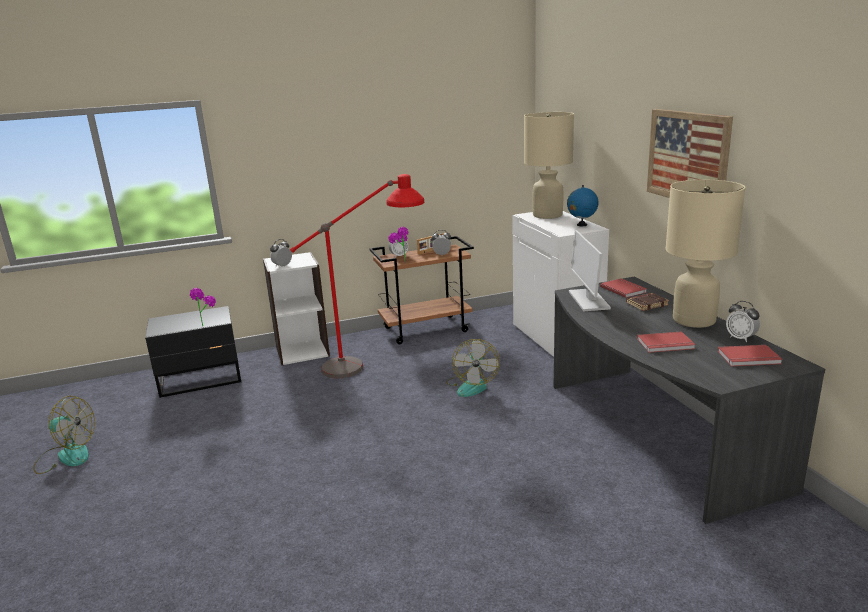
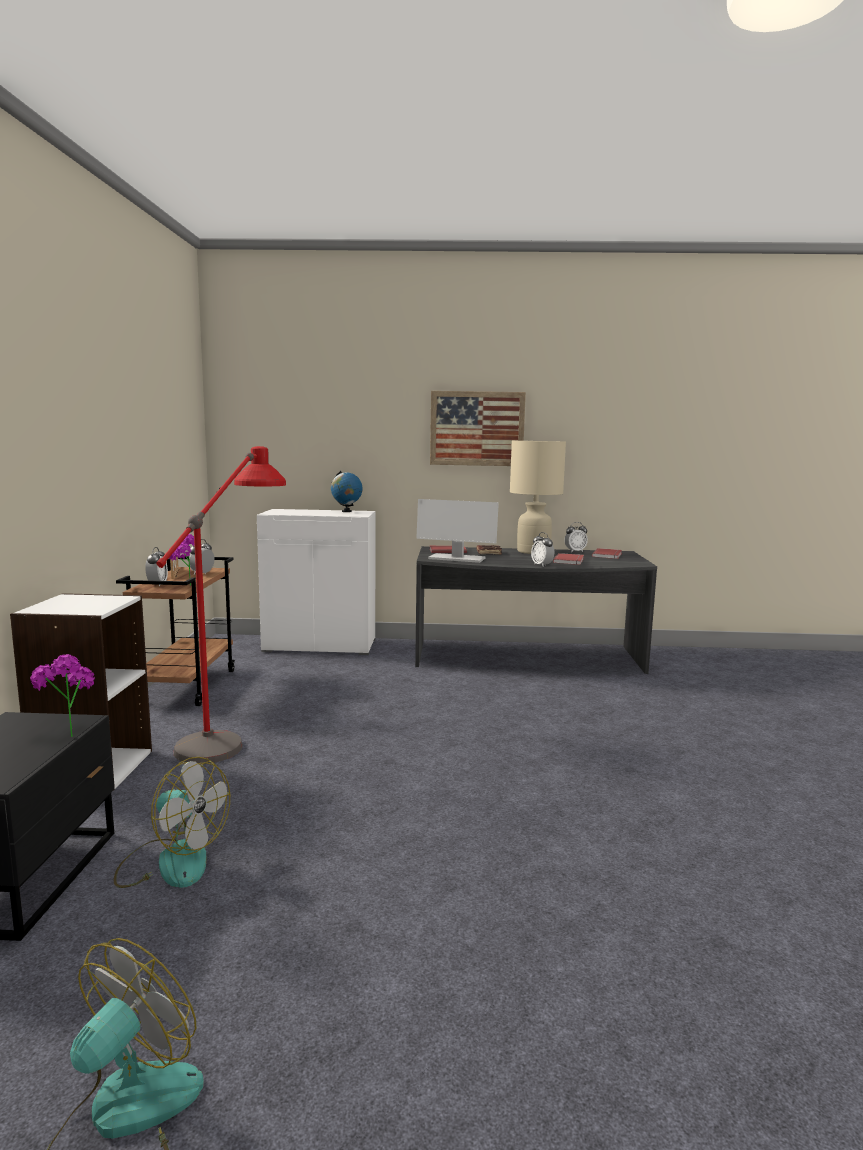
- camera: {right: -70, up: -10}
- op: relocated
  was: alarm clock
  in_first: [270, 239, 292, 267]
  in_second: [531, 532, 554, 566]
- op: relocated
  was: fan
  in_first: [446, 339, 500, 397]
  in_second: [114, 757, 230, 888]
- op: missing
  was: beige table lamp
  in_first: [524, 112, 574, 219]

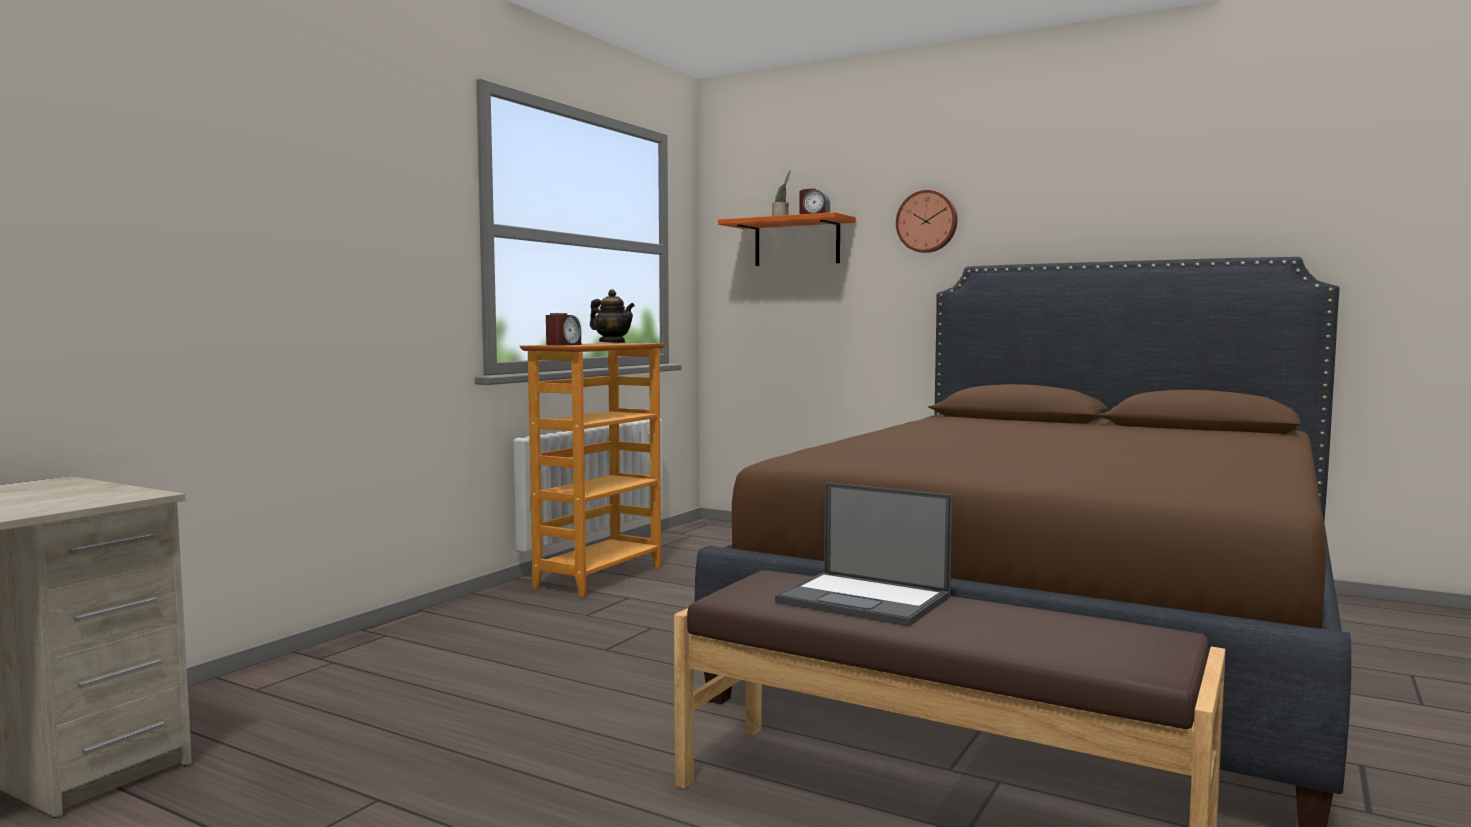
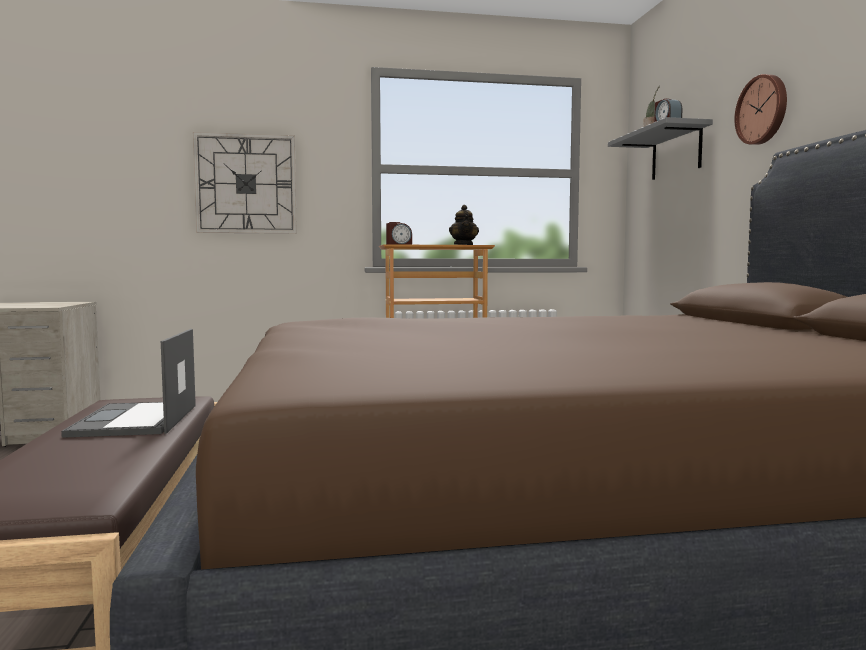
- camera: {right: 50, up: 0}
- op: colour
  was: orange shelf
  now: grey shelf
  in_first: [718, 212, 856, 266]
  in_second: [608, 117, 713, 180]
- op: appeared
  now: wall clock
  in_second: [193, 132, 297, 234]

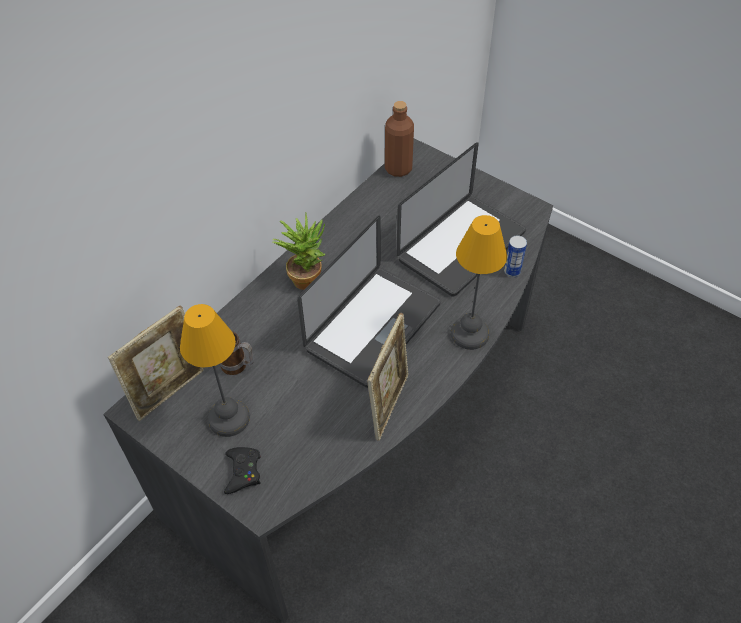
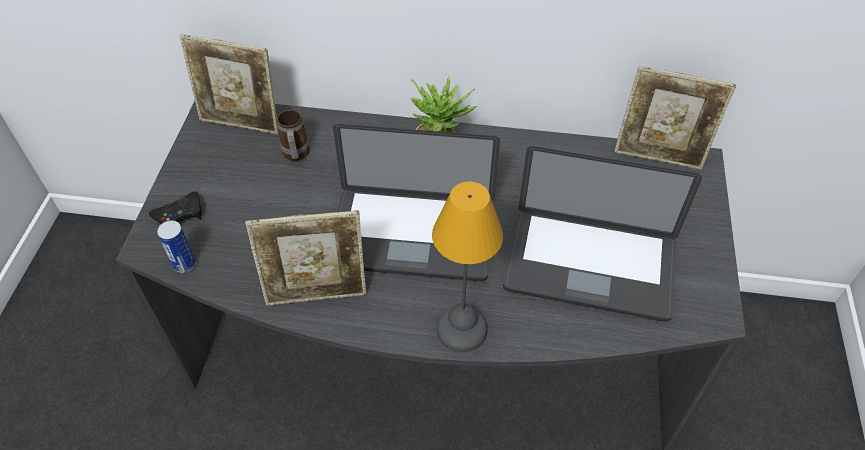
- camera: {right: 60, up: 0}
- op: missing
  was: table lamp
  in_first: [180, 304, 250, 437]
- op: exchanged
  was: brown bottle
  now: picture frame
  in_first: [385, 101, 414, 177]
  in_second: [614, 66, 736, 170]
- op: relocated
  was: can
  in_first: [504, 235, 527, 277]
  in_second: [157, 220, 196, 273]

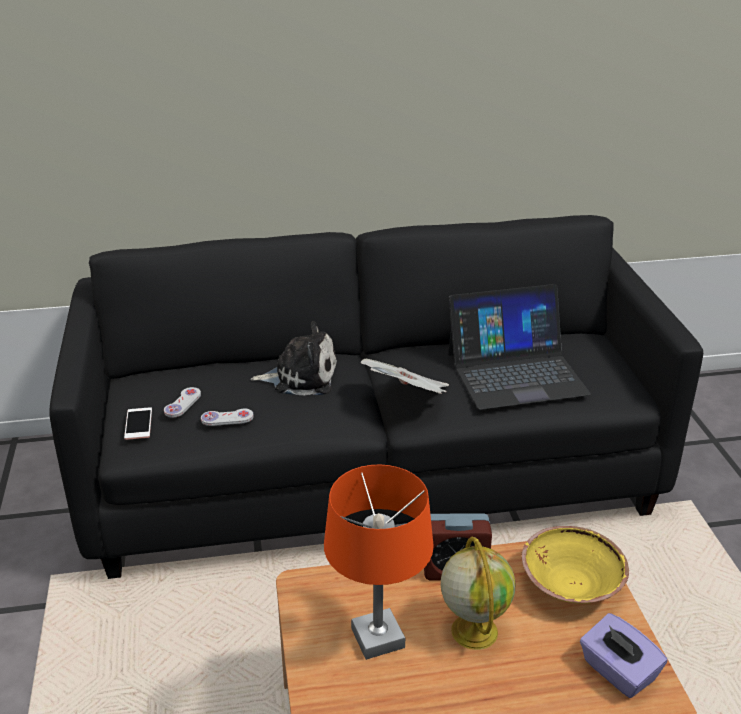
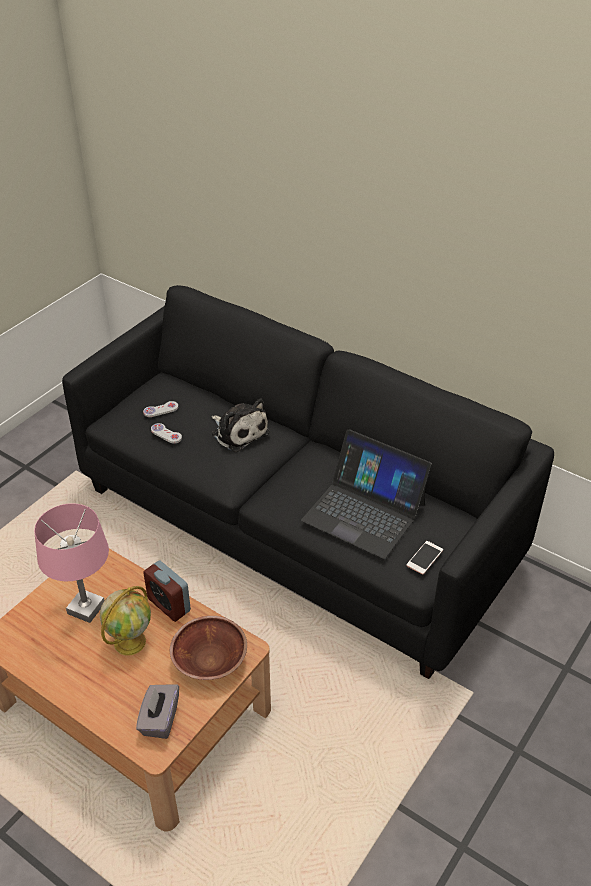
- camera: {right: 45, up: 10}
- op: relocated
  was: phone
  in_first: [124, 407, 152, 440]
  in_second: [406, 541, 443, 575]
- op: colour
  was: orange table lamp
  now: pink table lamp
  in_first: [324, 465, 434, 660]
  in_second: [34, 503, 109, 623]
- op: missing
  was: newspaper
  in_first: [361, 359, 449, 394]
- op: colour
  was: yellow bowl
  now: brown bowl
  in_first: [522, 526, 629, 604]
  in_second: [170, 616, 247, 680]
- op: colour
  was: purple tissue box
  now: grey tissue box
  in_first: [580, 613, 667, 698]
  in_second: [136, 684, 179, 739]

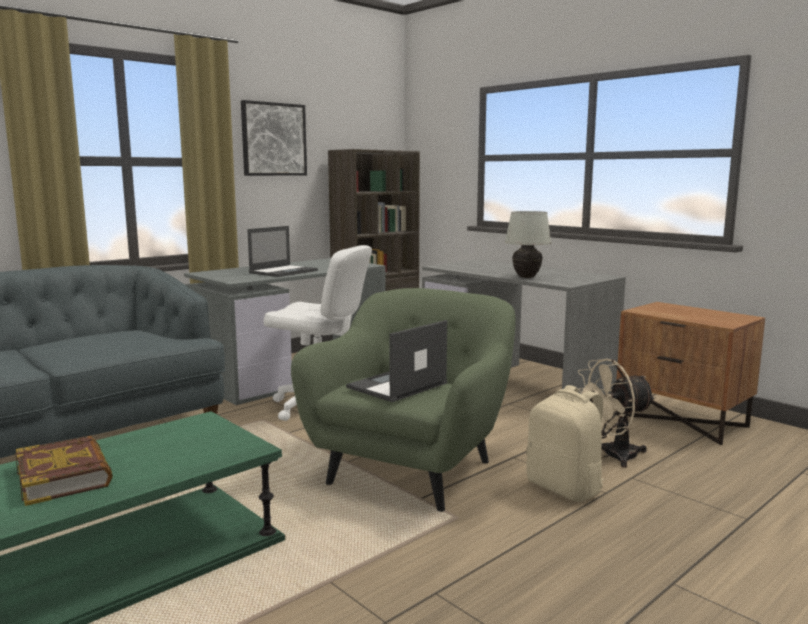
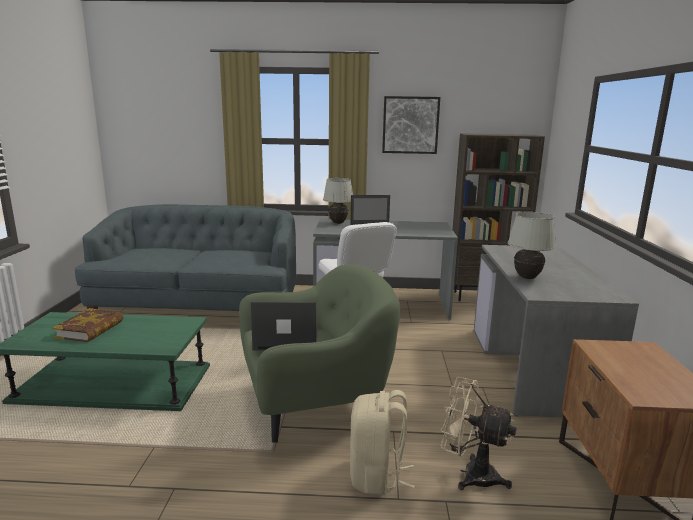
- camera: {right: 45, up: 5}
- op: appeared
  now: white table lamp
  in_second: [323, 178, 353, 224]

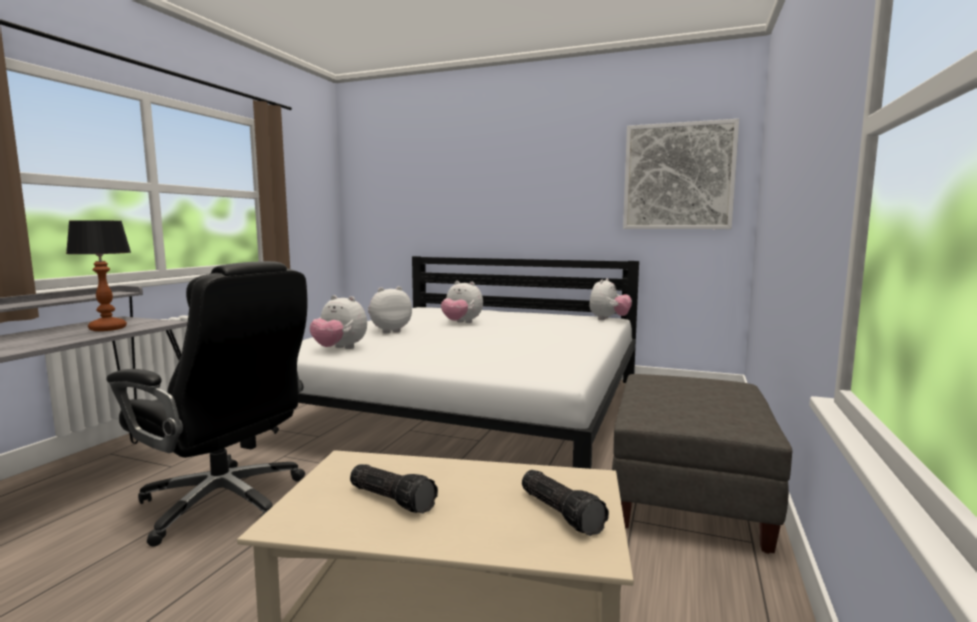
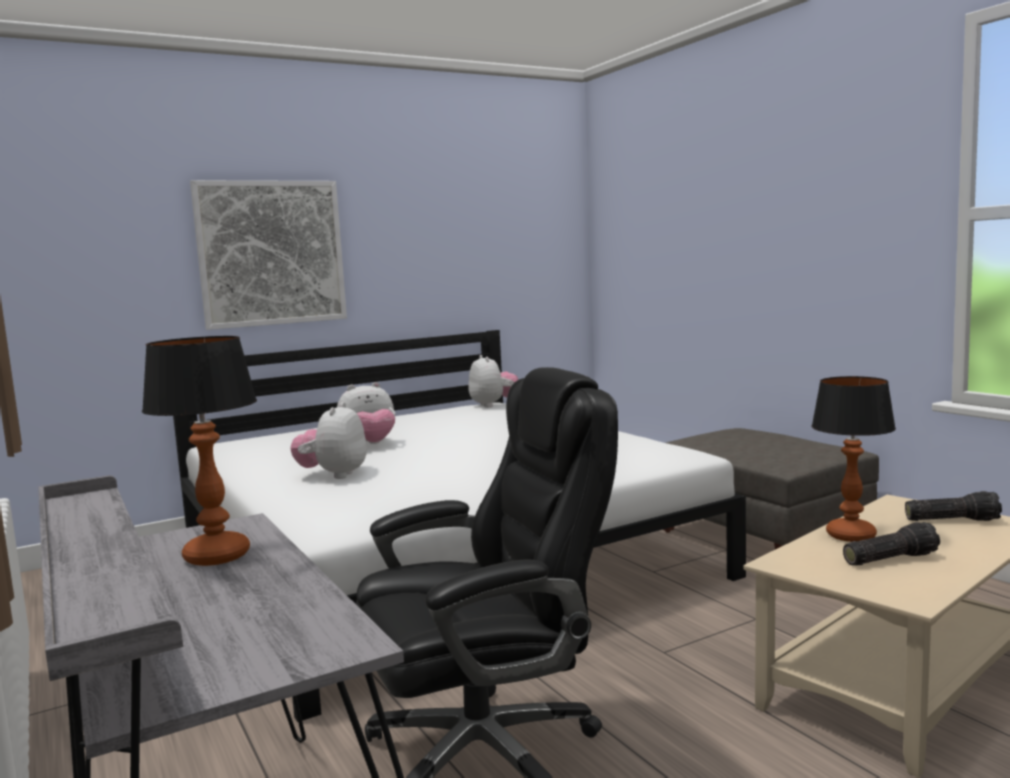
- camera: {right: -50, up: 0}
- op: missing
  was: plush toy
  in_first: [310, 295, 367, 349]
- op: relocated
  was: picture
  in_first: [623, 119, 739, 229]
  in_second: [190, 180, 347, 330]
- op: appeared
  now: table lamp
  in_second: [812, 376, 896, 542]

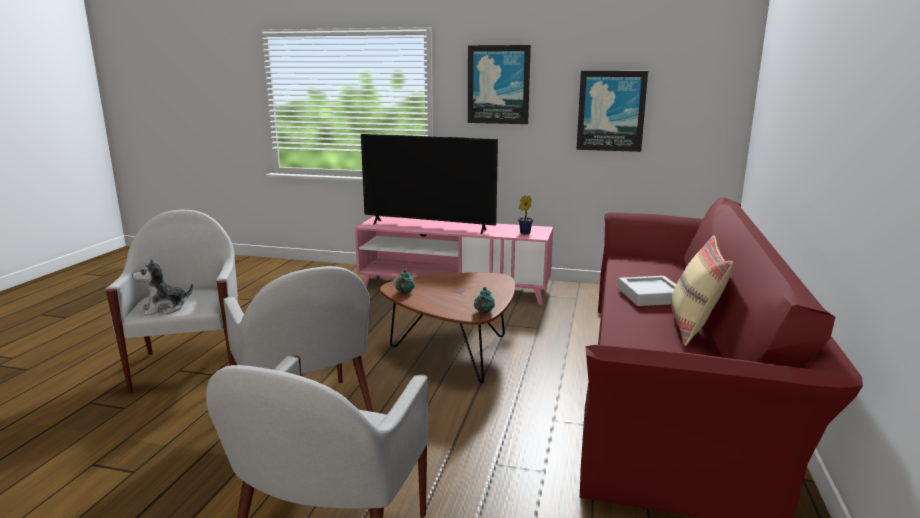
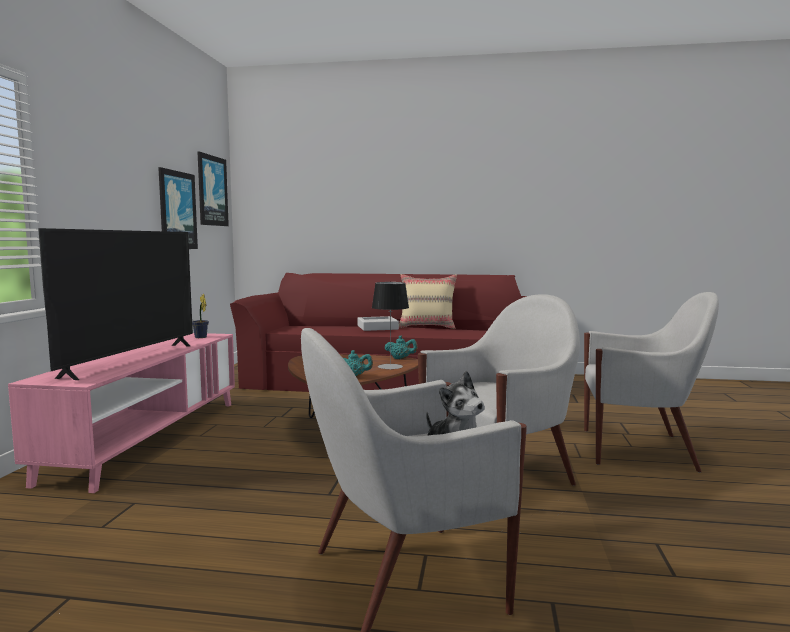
- camera: {right: -95, up: -10}
- op: relocated
  was: picture
  in_first: [468, 45, 531, 124]
  in_second: [197, 152, 229, 226]
- op: appeared
  now: table lamp
  in_second: [372, 282, 409, 370]

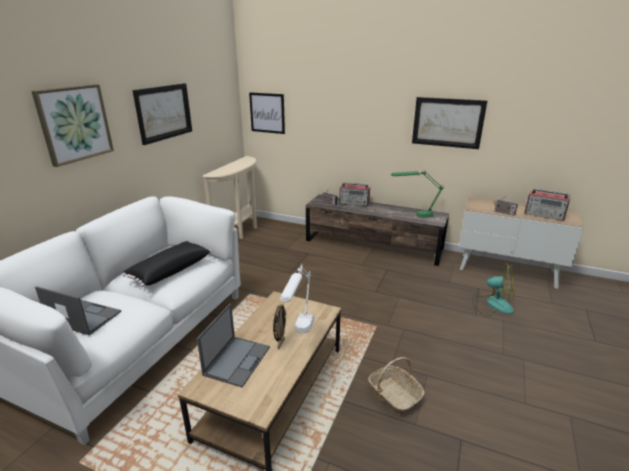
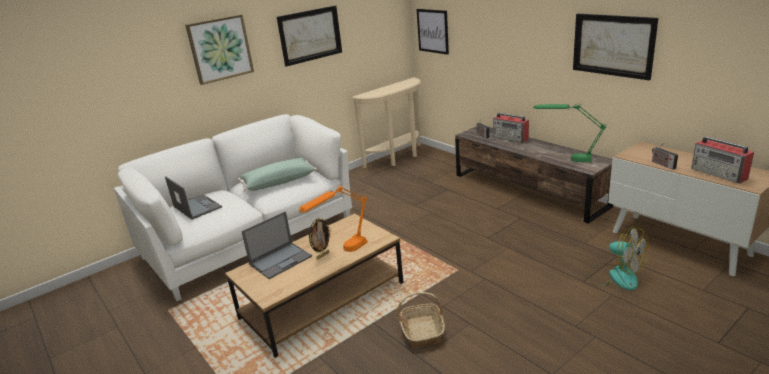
- camera: {right: 30, up: 0}
- op: colour
  was: black pillow
  now: green pillow
  in_first: [122, 241, 211, 287]
  in_second: [238, 158, 317, 191]
- op: colour
  was: white table lamp
  now: orange table lamp
  in_first: [280, 264, 315, 333]
  in_second: [299, 184, 368, 252]

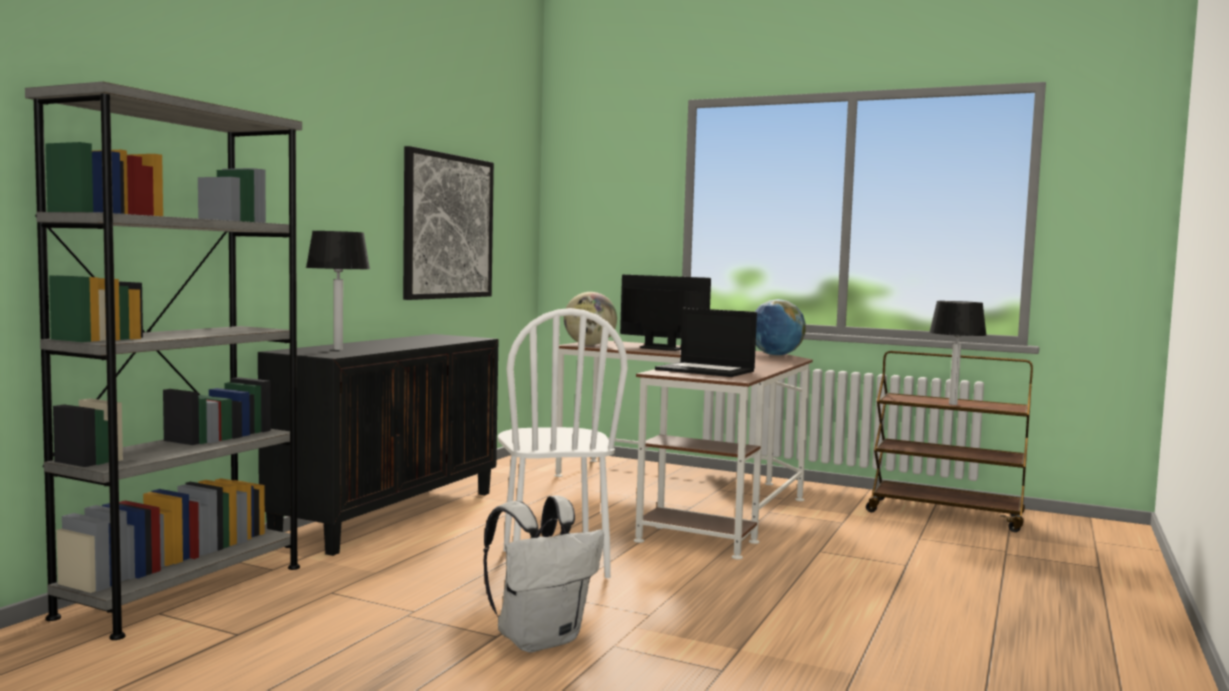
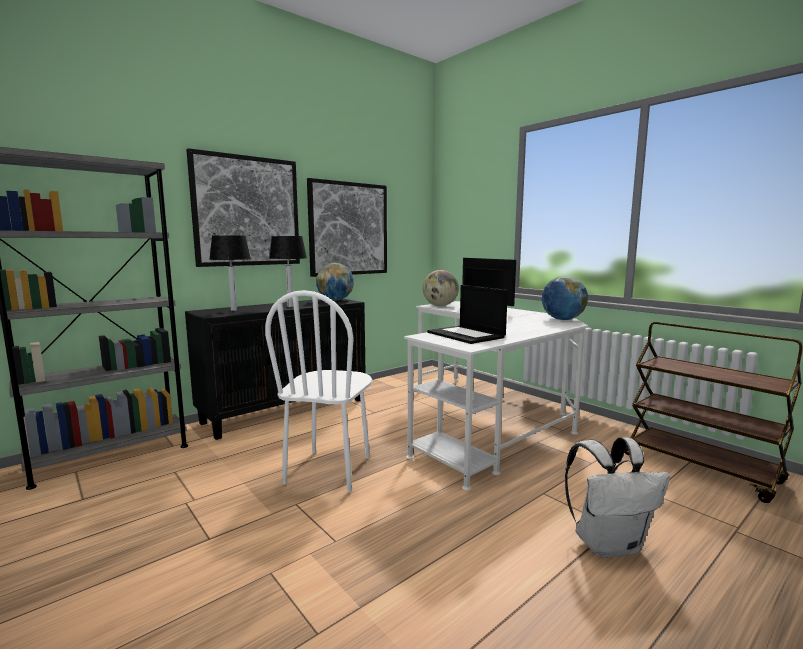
- camera: {right: 25, up: 5}
- op: relocated
  was: white backpack
  in_first: [483, 495, 604, 652]
  in_second: [565, 437, 670, 558]
- op: colour
  was: brown desk
  now: white desk
  in_first: [554, 341, 813, 560]
  in_second: [404, 301, 588, 491]
- op: relocated
  was: table lamp
  in_first: [929, 301, 987, 405]
  in_second: [269, 236, 307, 307]
- op: appeared
  now: picture
  in_second: [186, 148, 300, 267]
- op: appeared
  now: globe
  in_second: [316, 263, 354, 301]

